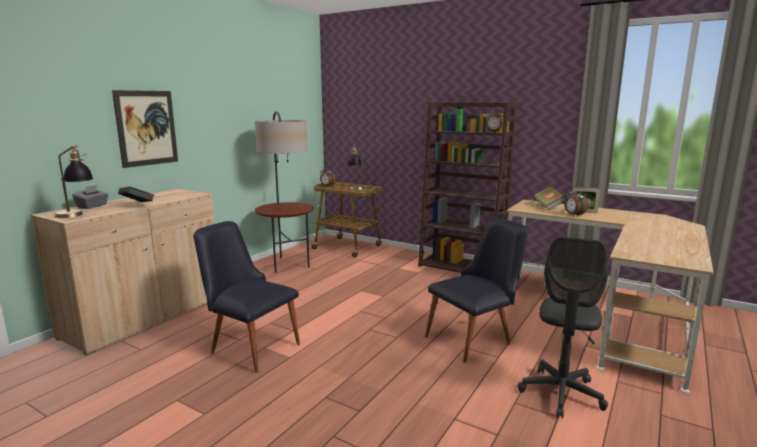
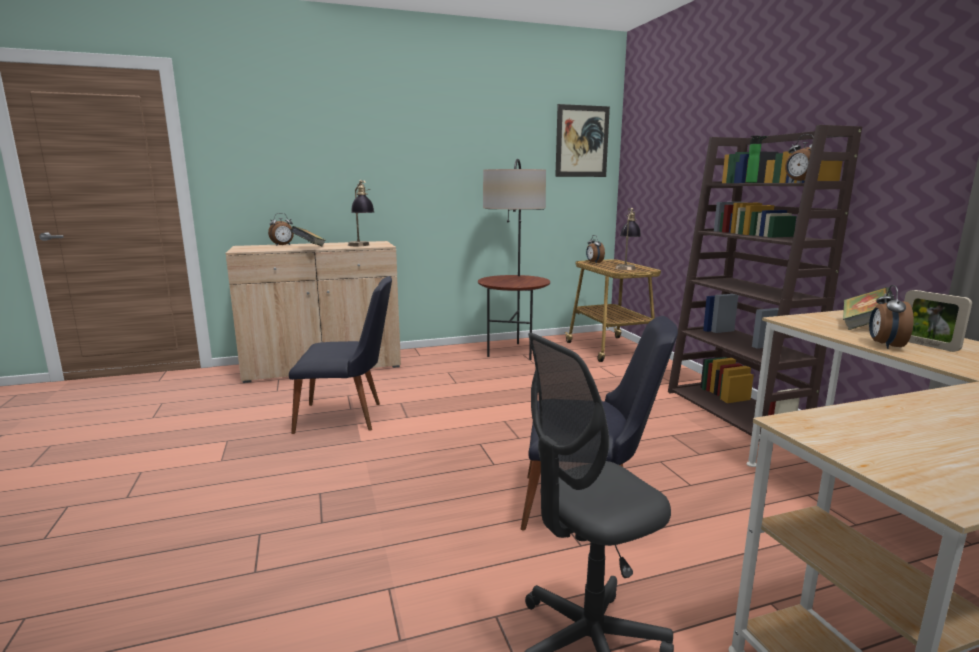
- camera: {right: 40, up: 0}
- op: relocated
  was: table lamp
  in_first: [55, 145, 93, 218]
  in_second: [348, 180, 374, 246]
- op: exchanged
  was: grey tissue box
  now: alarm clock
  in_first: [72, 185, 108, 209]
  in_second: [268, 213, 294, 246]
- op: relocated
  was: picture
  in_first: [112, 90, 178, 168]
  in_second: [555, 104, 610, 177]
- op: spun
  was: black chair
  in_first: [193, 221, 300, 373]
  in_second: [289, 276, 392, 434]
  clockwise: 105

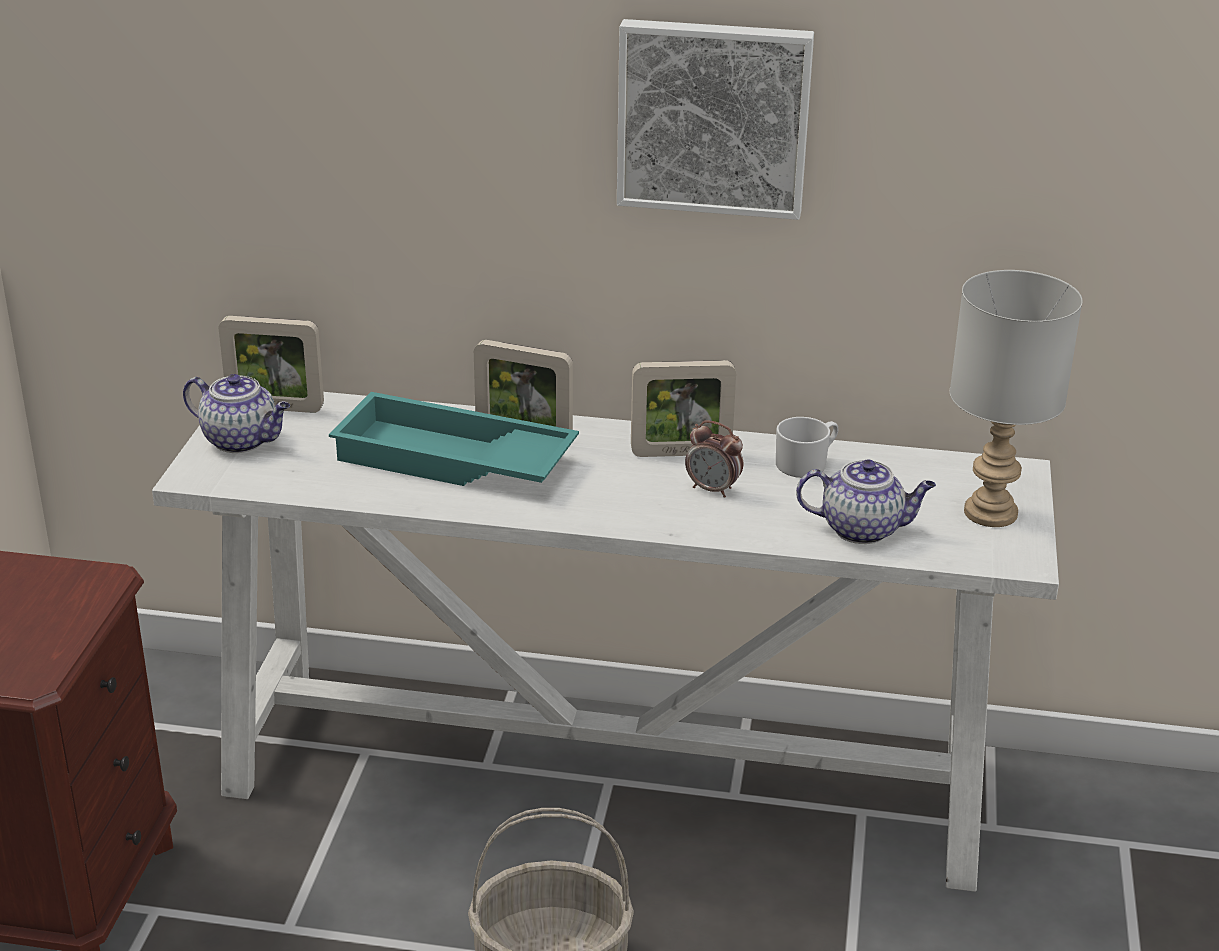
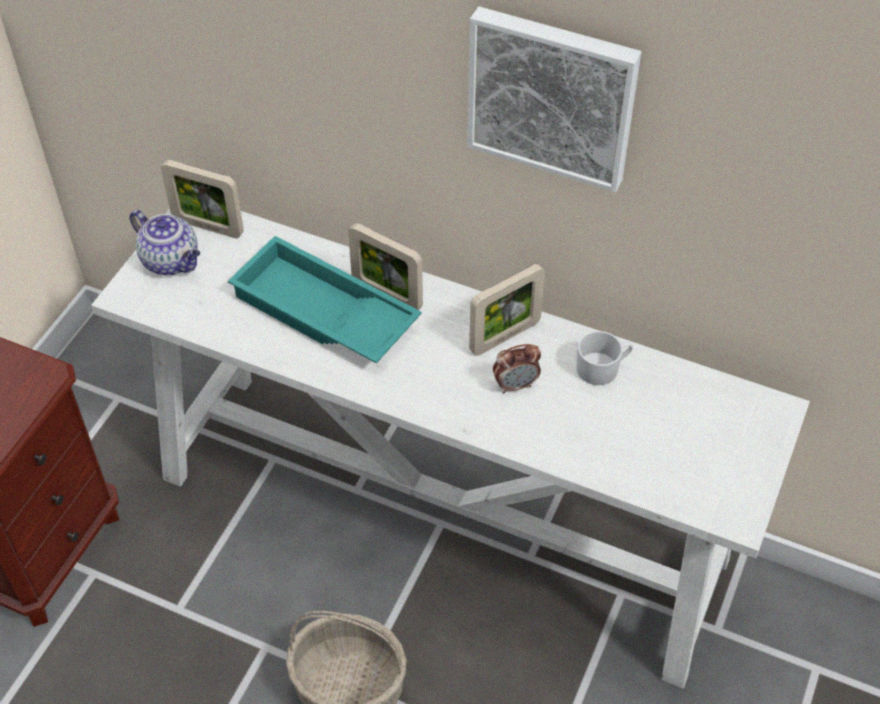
- camera: {right: 15, up: 20}
- op: spun
  was: picture frame
  in_first: [631, 360, 736, 457]
  in_second: [469, 264, 545, 356]
  clockwise: -45
- op: spun
  was: alarm clock
  in_first: [685, 420, 743, 498]
  in_second: [493, 344, 541, 393]
  clockwise: -60
- op: missing
  was: teapot
  in_first: [796, 459, 936, 544]
- op: missing
  was: grey table lamp
  in_first: [950, 270, 1082, 527]

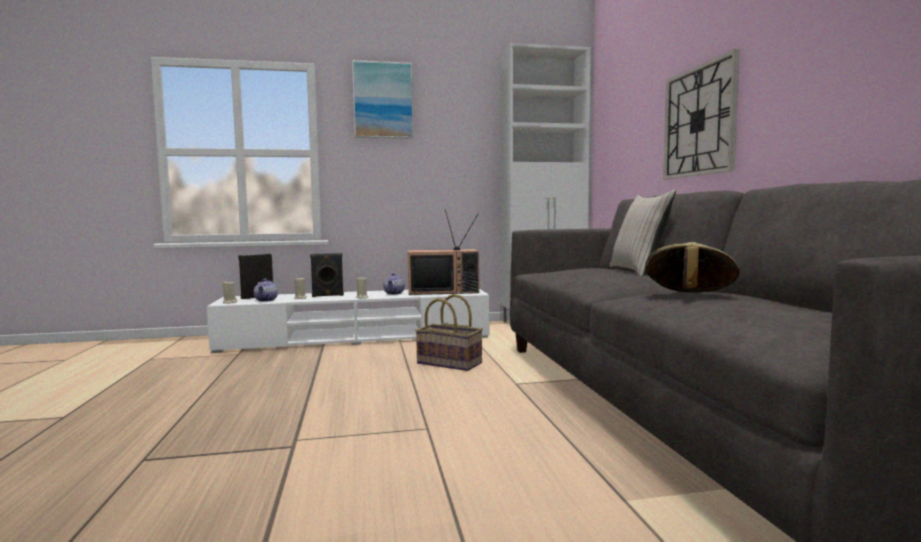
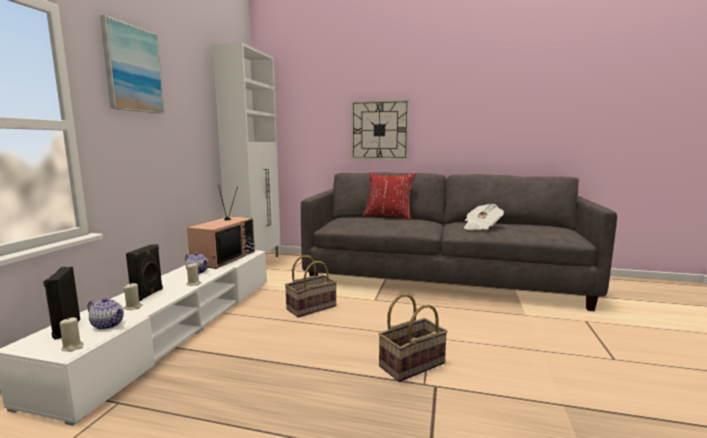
- camera: {right: -65, up: 5}
- op: colour
  was: beige pillow
  now: red pillow
  in_first: [610, 190, 676, 276]
  in_second: [363, 172, 416, 220]
- op: exchanged
  was: beige hat
  now: newspaper
  in_first: [645, 242, 740, 293]
  in_second: [464, 204, 504, 230]
- op: appeared
  now: basket
  in_second: [378, 294, 448, 382]

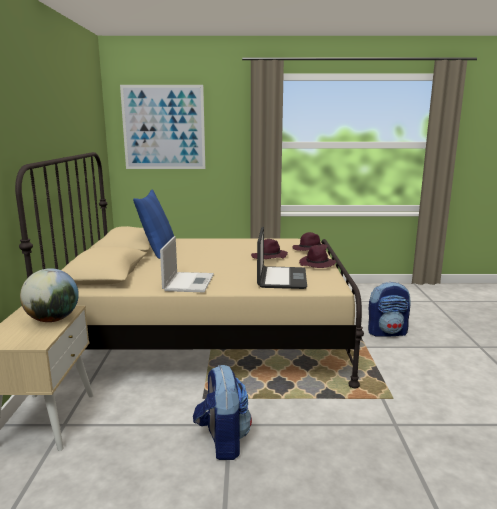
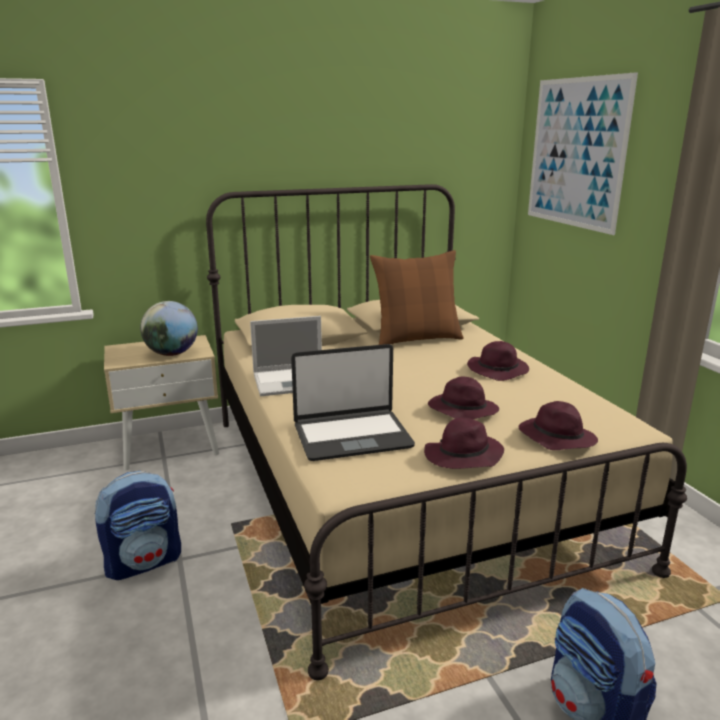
- camera: {right: 70, up: 5}
- op: colour
  was: blue pillow
  now: brown pillow
  in_first: [133, 190, 174, 259]
  in_second: [370, 250, 464, 345]
- op: appeared
  now: purple hat
  in_second: [467, 341, 529, 381]

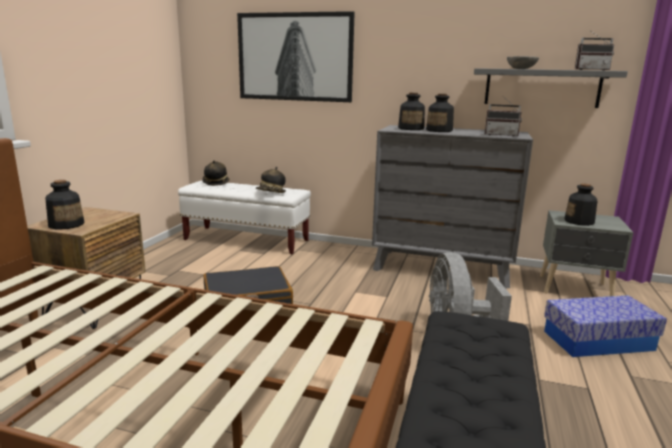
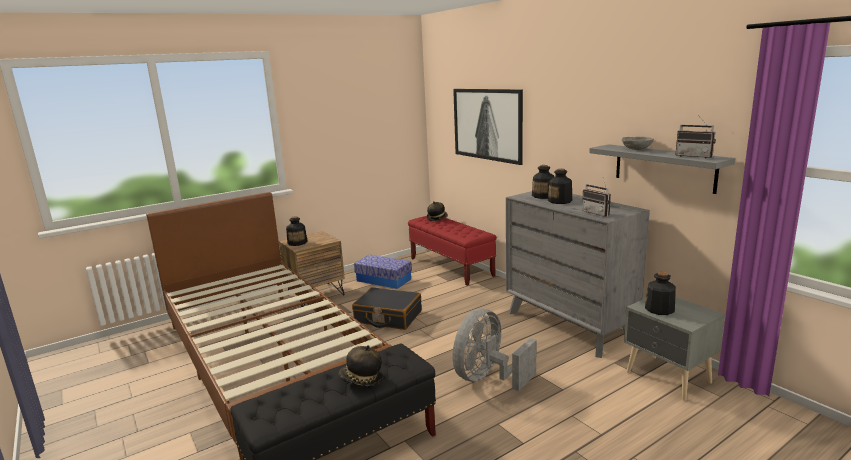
- camera: {right: 40, up: 0}
- op: colour
  was: white bench
  now: red bench
  in_first: [178, 180, 311, 254]
  in_second: [408, 216, 497, 286]
- op: relocated
  was: hat
  in_first: [256, 167, 286, 193]
  in_second: [339, 345, 383, 386]
- op: relocated
  was: storage box
  in_first: [544, 295, 667, 357]
  in_second: [354, 255, 412, 289]

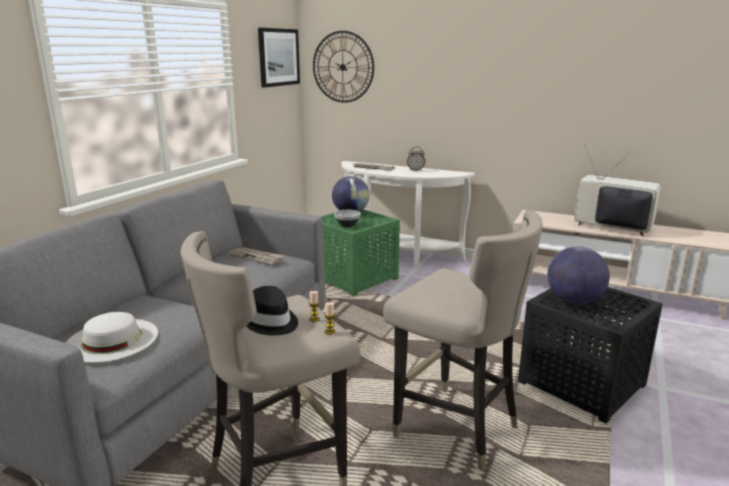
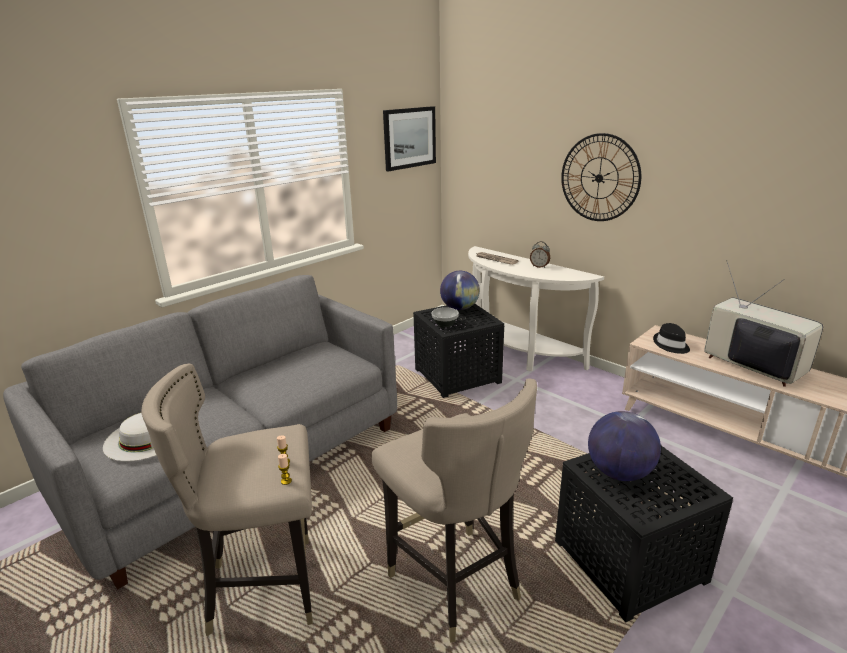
- camera: {right: 20, up: 5}
- op: missing
  was: newspaper
  in_first: [228, 247, 284, 265]
- op: relocated
  was: black hat
  in_first: [246, 286, 298, 335]
  in_second: [653, 323, 690, 354]
- op: relocated
  was: wall clock
  in_first: [313, 31, 374, 103]
  in_second: [561, 133, 641, 221]
- op: colour
  was: green side table
  now: black side table
  in_first: [320, 209, 400, 296]
  in_second: [413, 304, 504, 398]

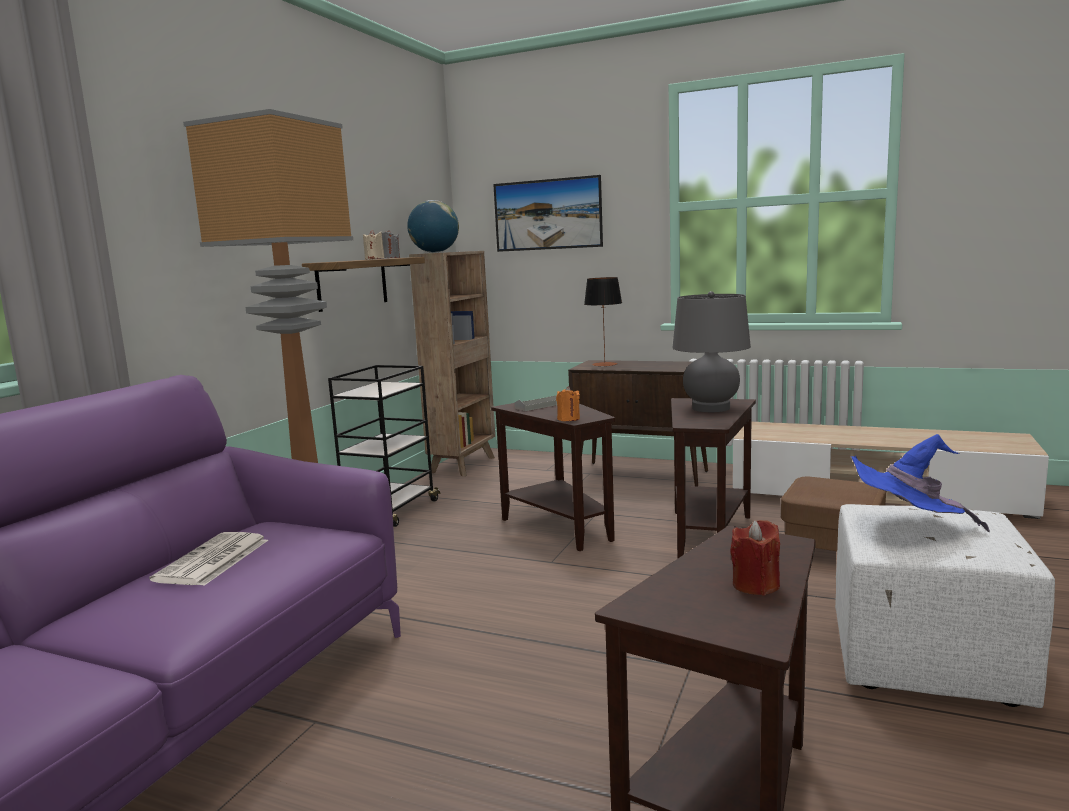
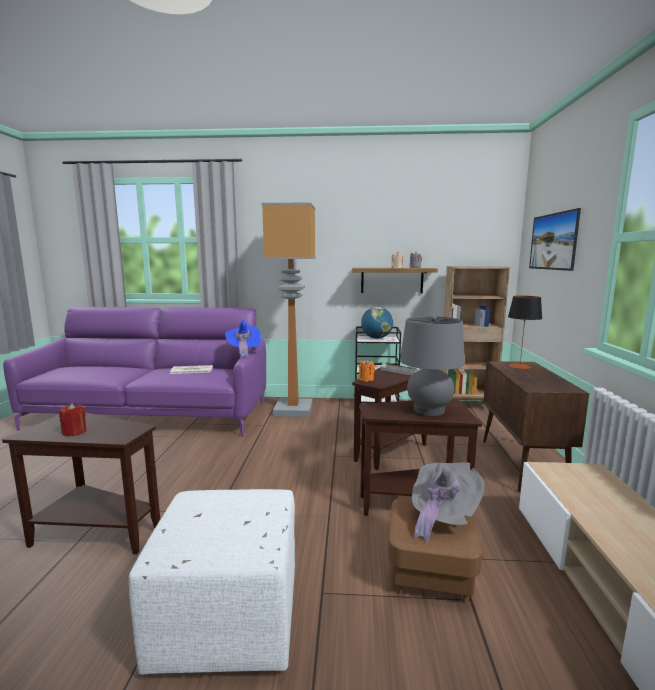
- camera: {right: 70, up: 0}
- op: relocated
  was: globe
  in_first: [407, 200, 459, 253]
  in_second: [361, 307, 393, 339]
- op: relocated
  was: blue hat
  in_first: [850, 434, 990, 532]
  in_second: [225, 319, 261, 358]
- op: appeared
  now: grey hat
  in_second: [412, 462, 485, 544]

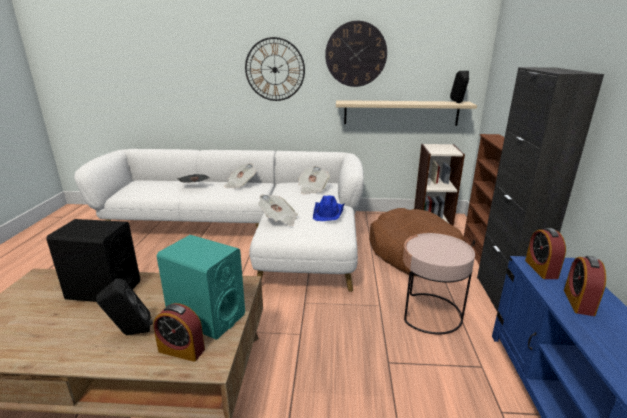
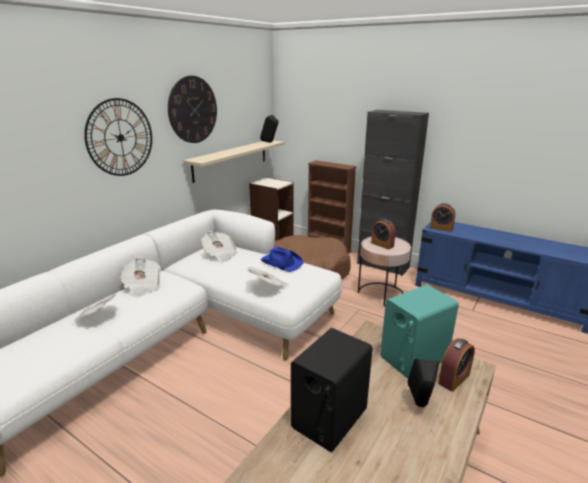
- camera: {right: -60, up: 0}
- op: relocated
  was: alarm clock
  in_first: [564, 256, 606, 316]
  in_second: [371, 219, 395, 250]

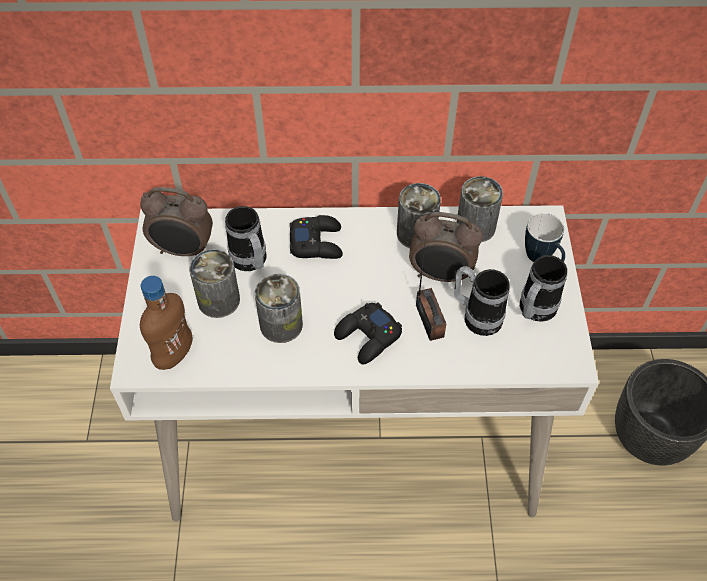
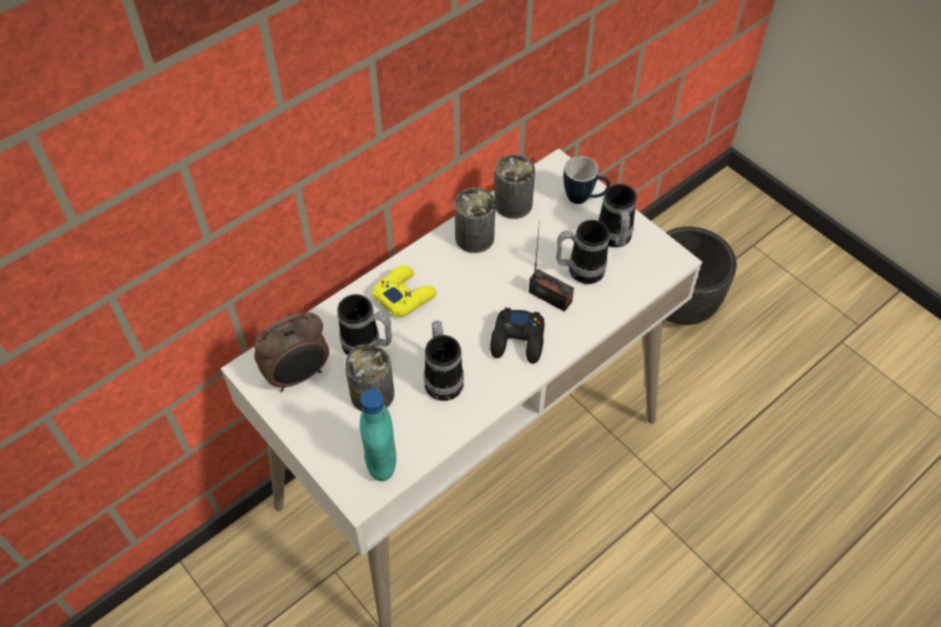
- camera: {right: -40, up: 0}
- op: colour
  was: brown bottle
  now: turquoise bottle
  in_first: [140, 276, 193, 370]
  in_second: [360, 389, 396, 481]
- op: exchanged
  was: can
  now: mug
  in_first: [255, 274, 303, 343]
  in_second: [424, 320, 464, 401]
- op: colour
  was: black game controller
  now: yellow game controller
  in_first: [290, 215, 343, 259]
  in_second: [372, 266, 437, 317]
- op: missing
  was: alarm clock
  in_first: [409, 212, 483, 282]

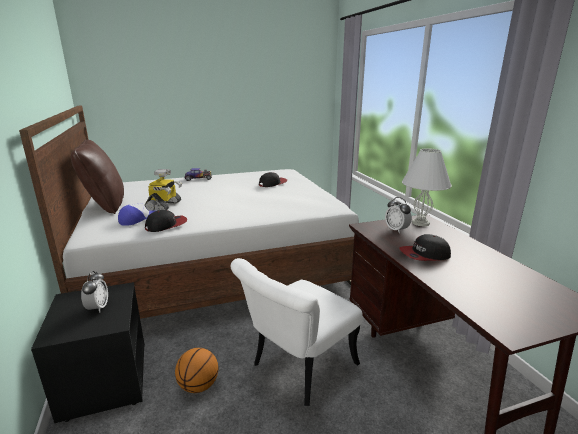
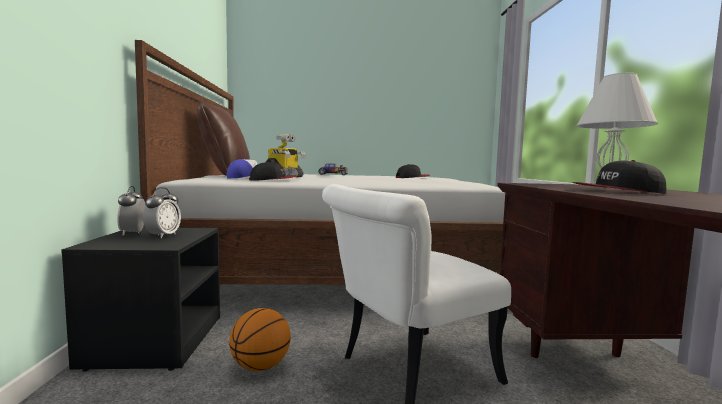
- camera: {right: 15, up: -15}
- op: relocated
  was: alarm clock
  in_first: [385, 197, 412, 233]
  in_second: [117, 186, 146, 236]

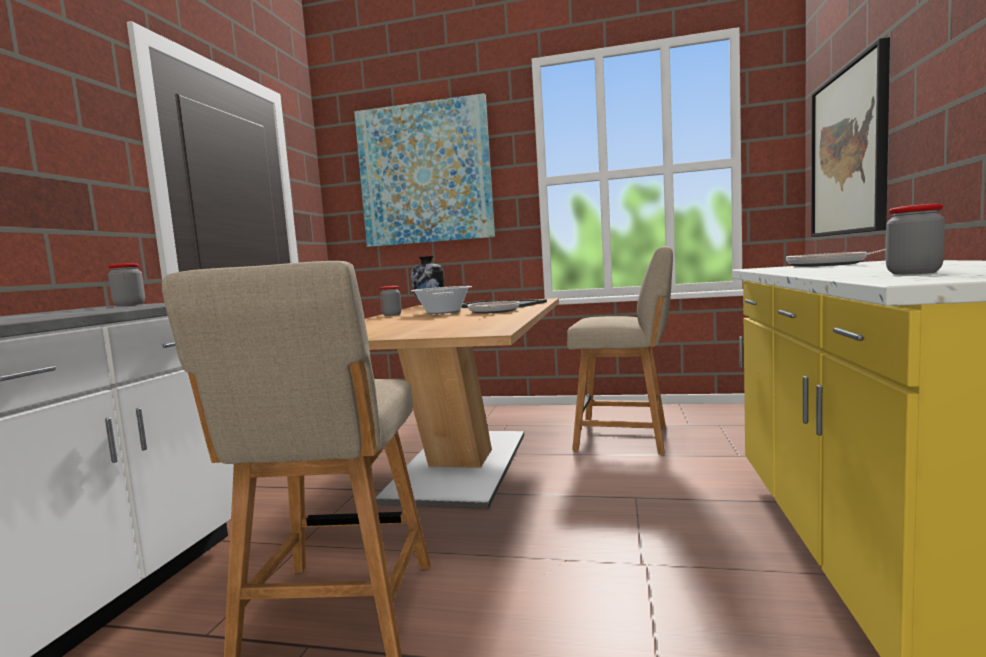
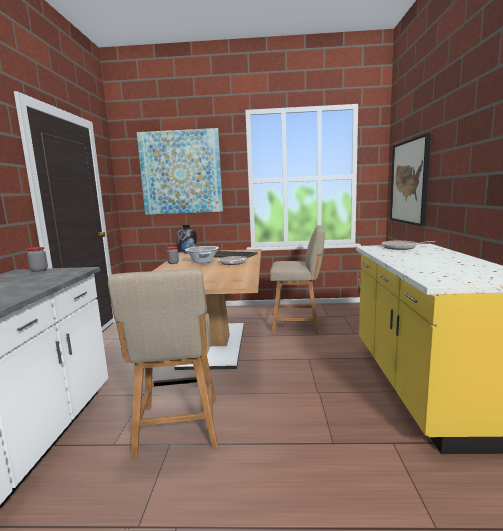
- camera: {right: -10, up: 5}
- op: missing
  was: jar
  in_first: [886, 204, 945, 274]

